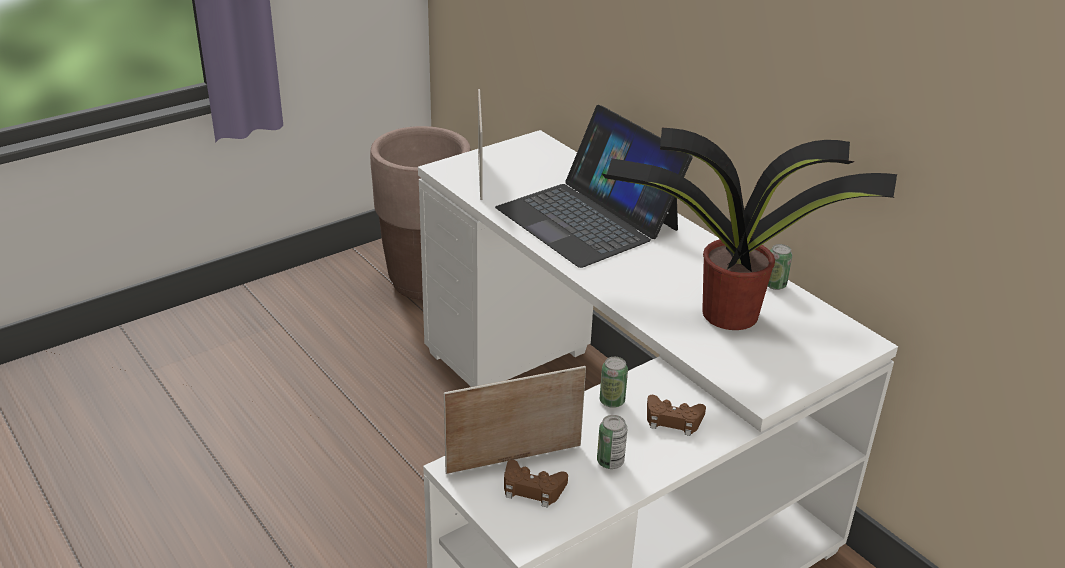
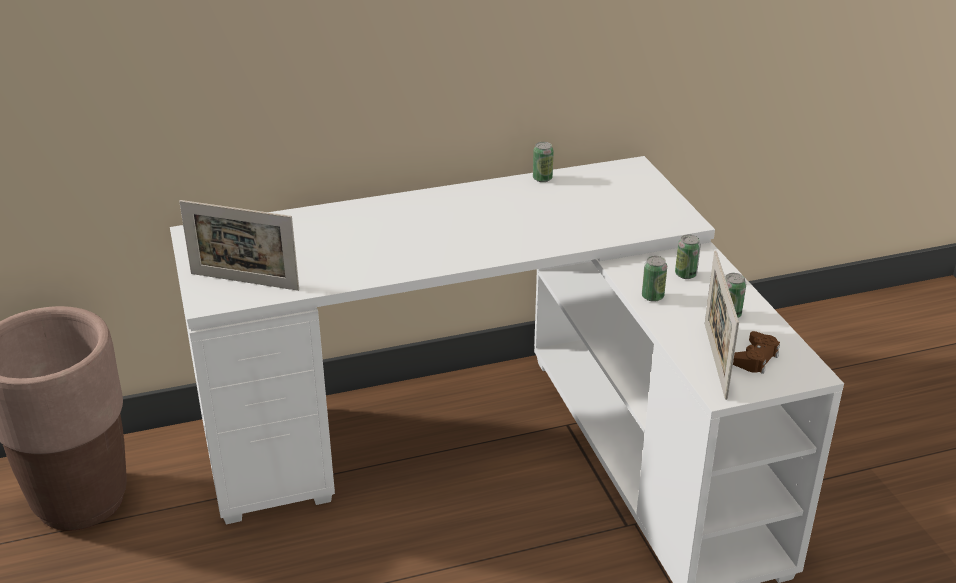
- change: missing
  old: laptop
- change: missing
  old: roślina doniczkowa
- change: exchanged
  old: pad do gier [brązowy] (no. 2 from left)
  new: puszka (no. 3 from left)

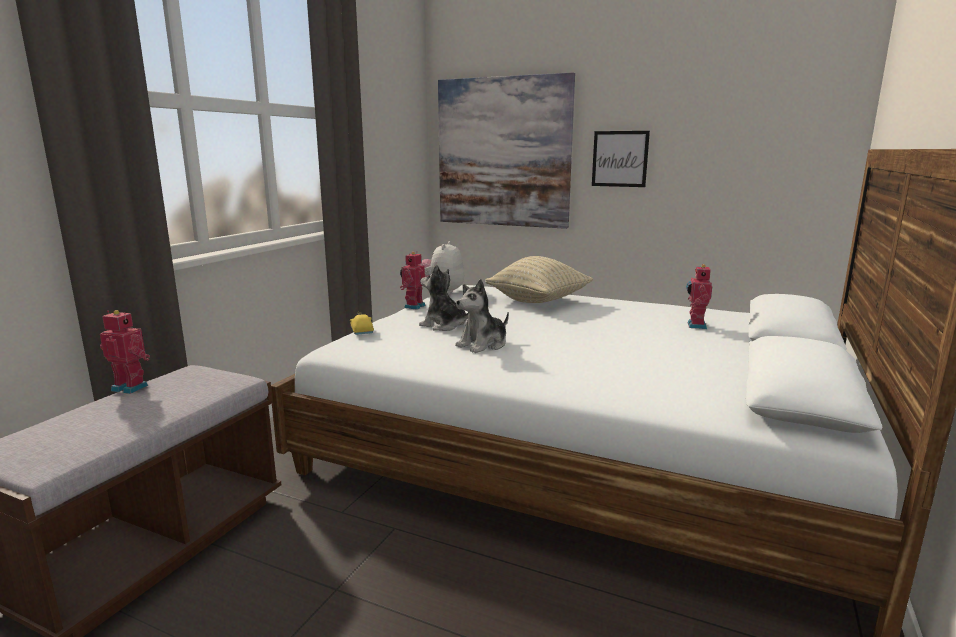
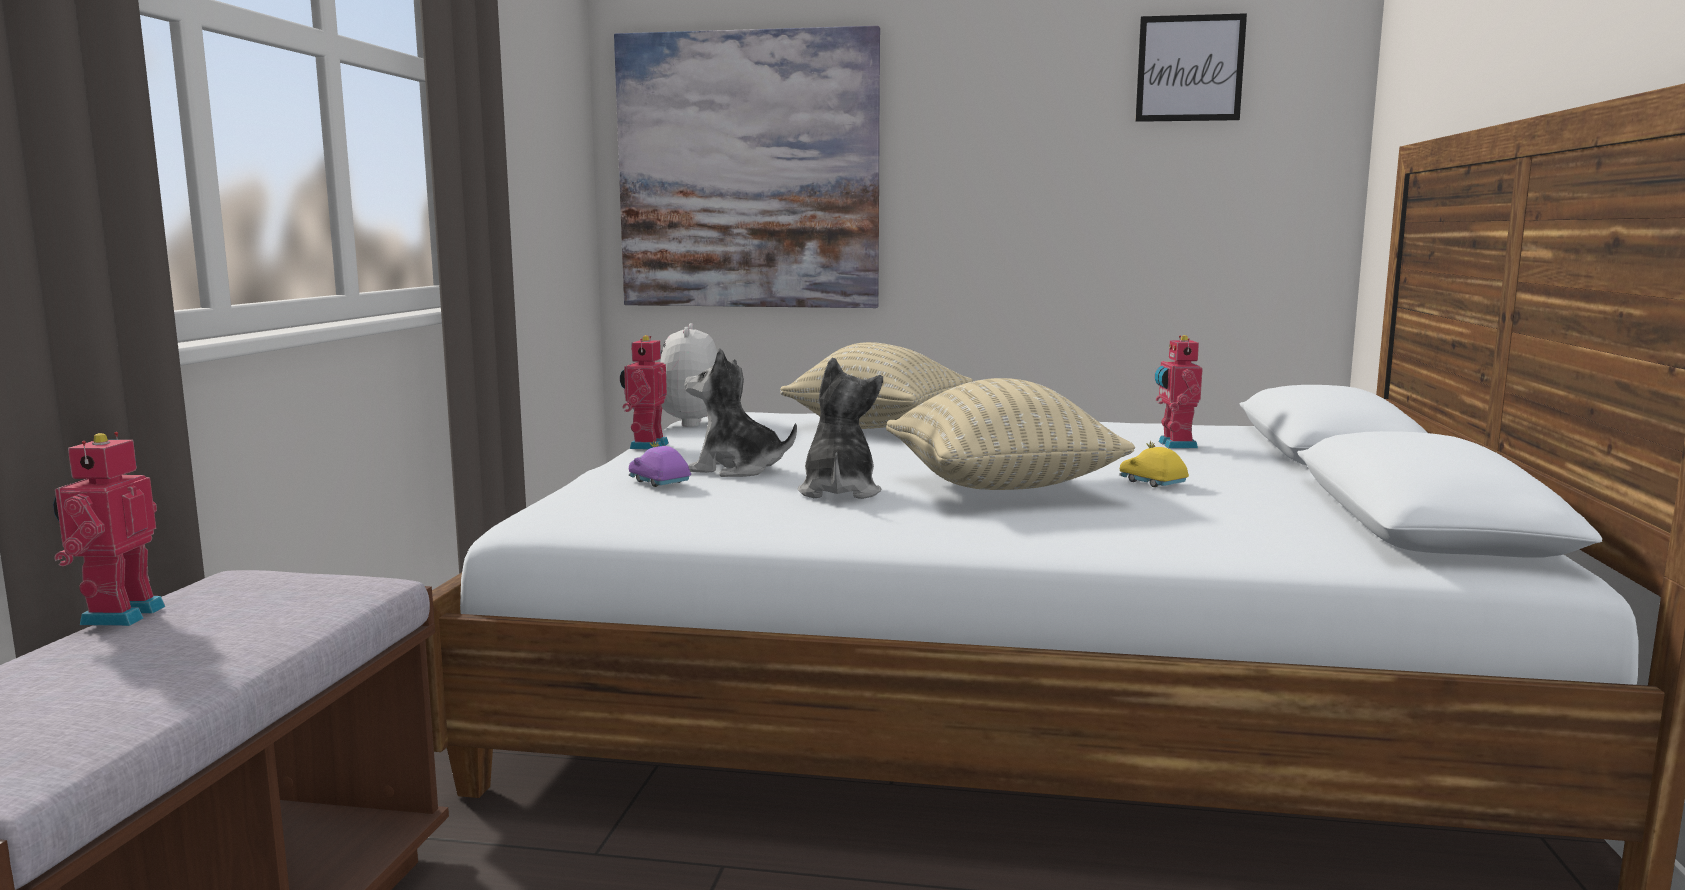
- change: spun
  old: robot zabawkowy (no. 1 from left)
  degrees: -90
- change: relocated
  old: samochodzik [żółty]
- change: spun
  old: pluszak (no. 3 from left)
  degrees: 150
- change: relocated
  old: obraz (no. 2 from left)
- change: appeared
  new: samochodzik [fioletowy]
- change: appeared
  new: poduszka [beżowy] (no. 2 from left)

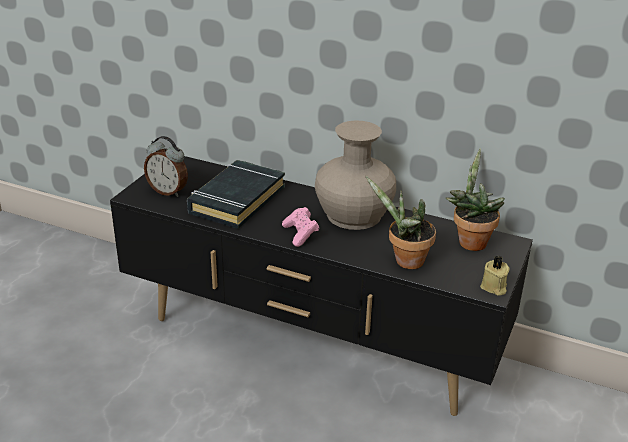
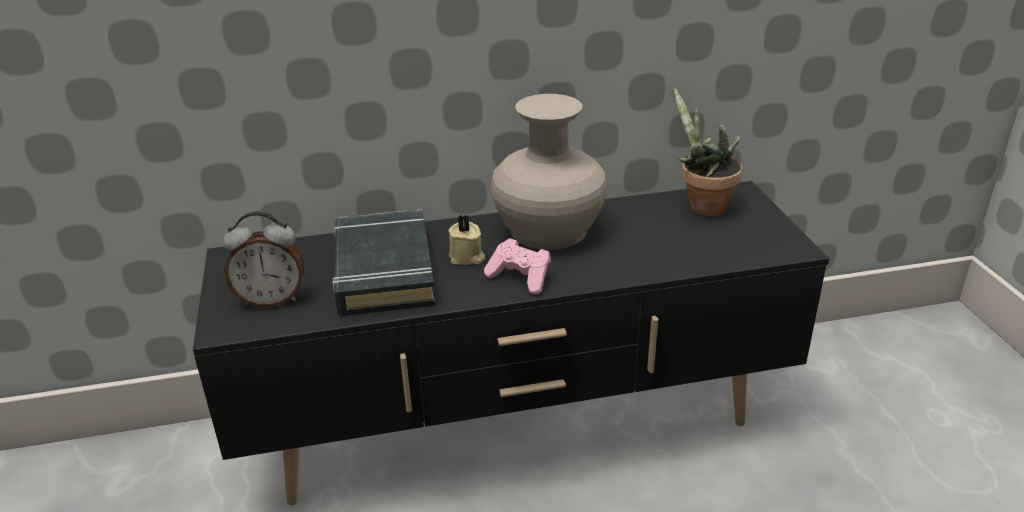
- change: missing
  old: roślina doniczkowa (no. 1 from left)
- change: relocated
  old: świeca [beżowy]

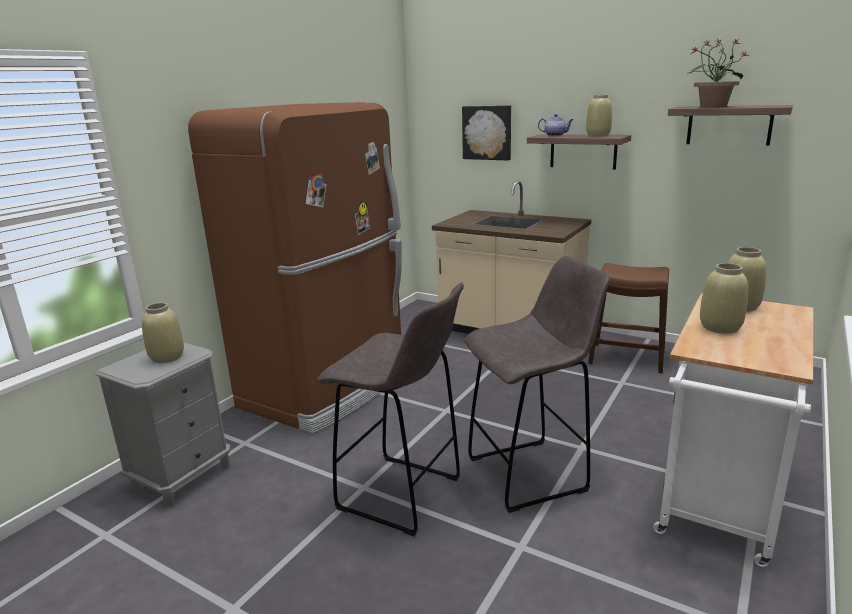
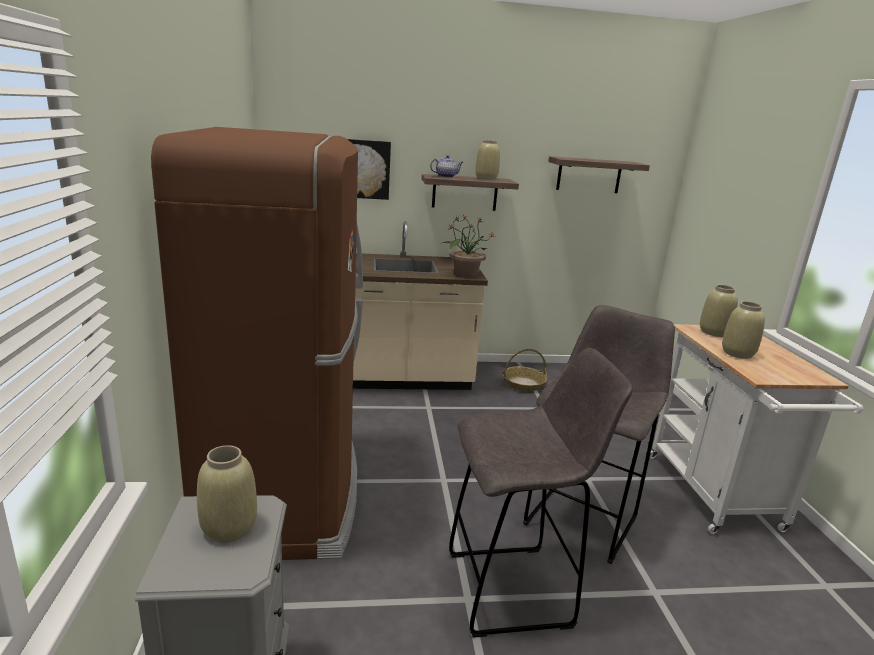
- change: exchanged
  old: stołek [brązowy]
  new: koszyk
- change: relocated
  old: roślina doniczkowa

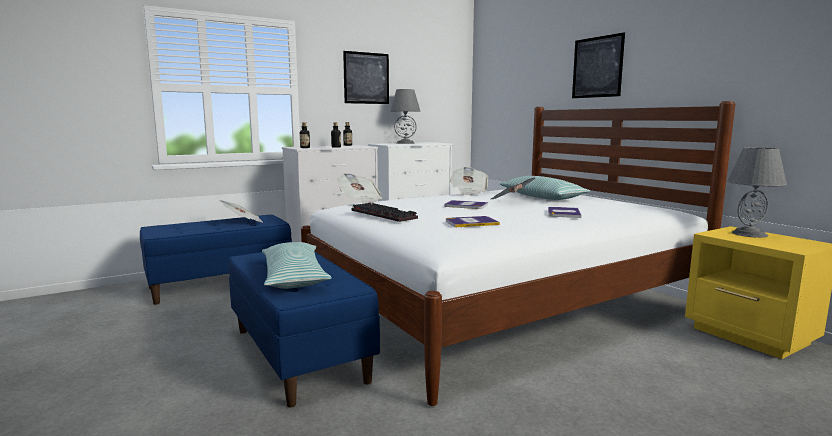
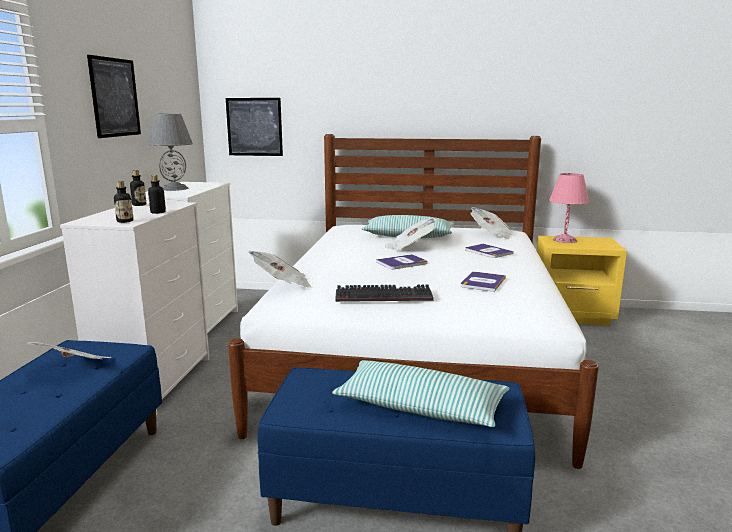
- change: relocated
  old: gazeta (no. 3 from left in the first image)
  new: gazeta (no. 4 from left)
- change: relocated
  old: obraz (no. 2 from left)
- change: colour
  old: lampa stołowa [szary] (no. 2 from left)
  new: lampa stołowa [różowy]

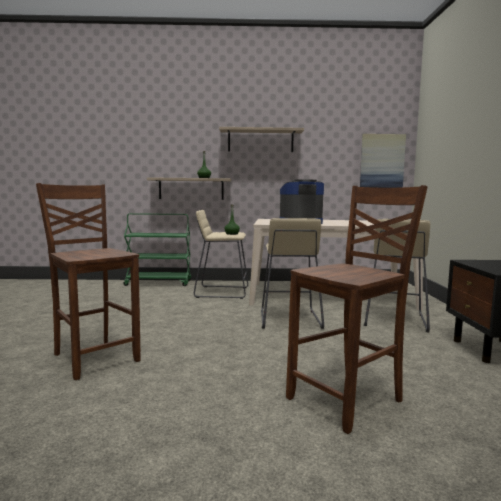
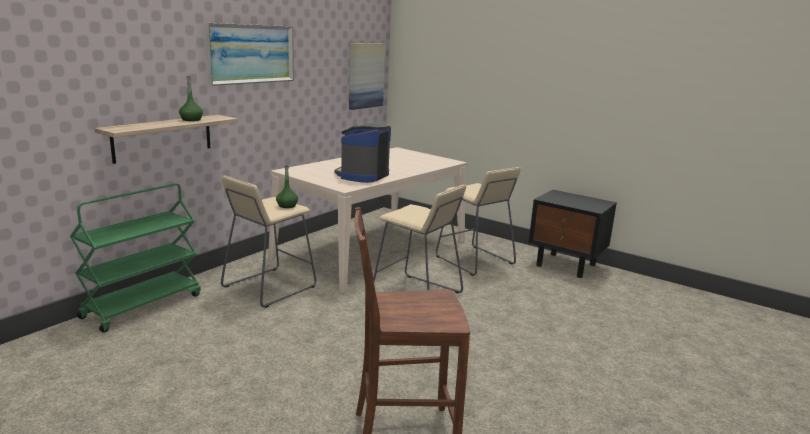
- change: exchanged
  old: półka (no. 2 from left)
  new: obraz (no. 1 from left)
- change: missing
  old: krzesło [brązowy] (no. 2 from left)

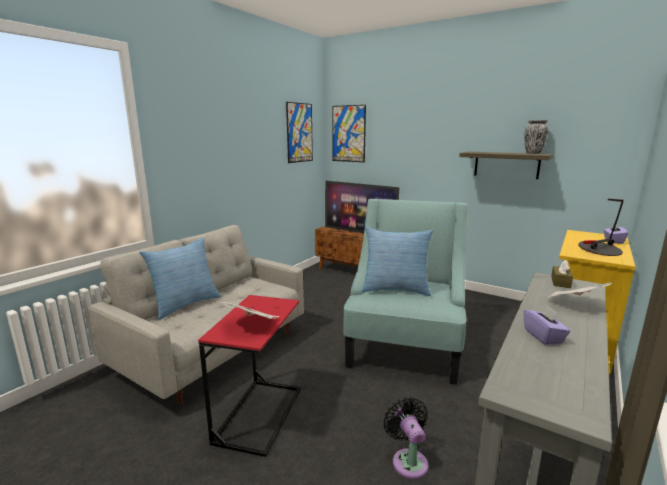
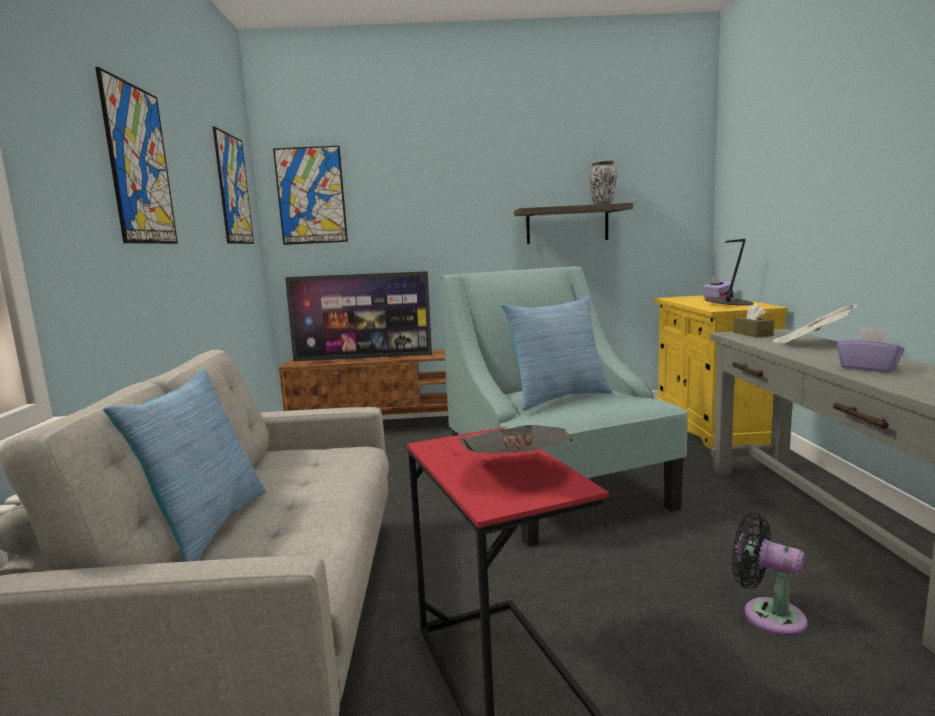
- change: appeared
  new: obraz (no. 1 from left)

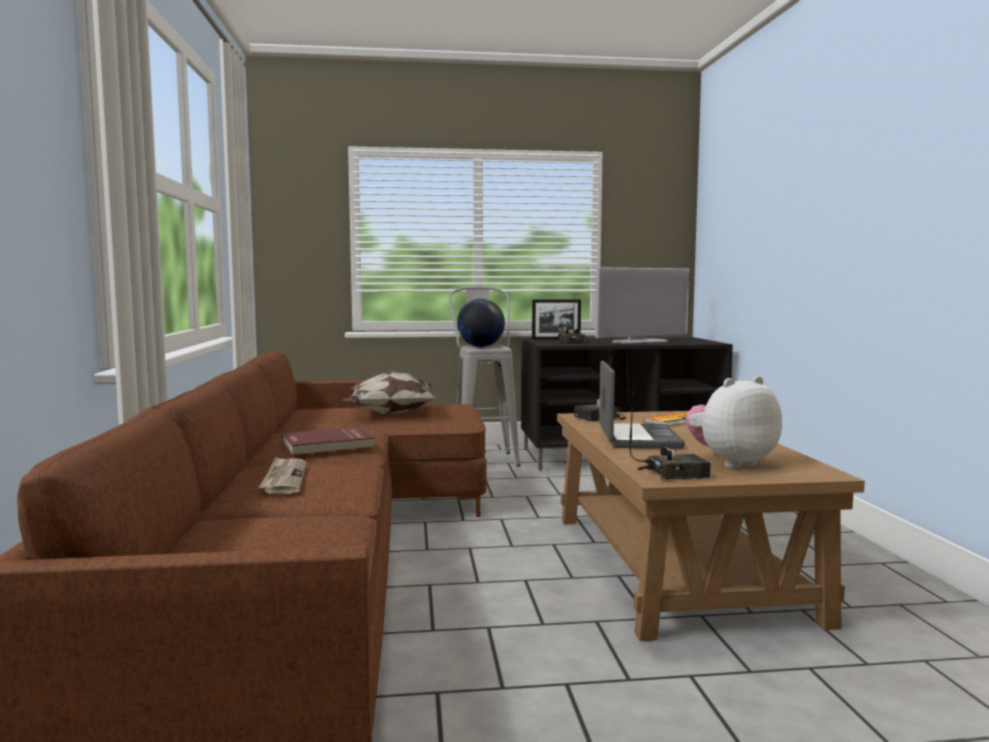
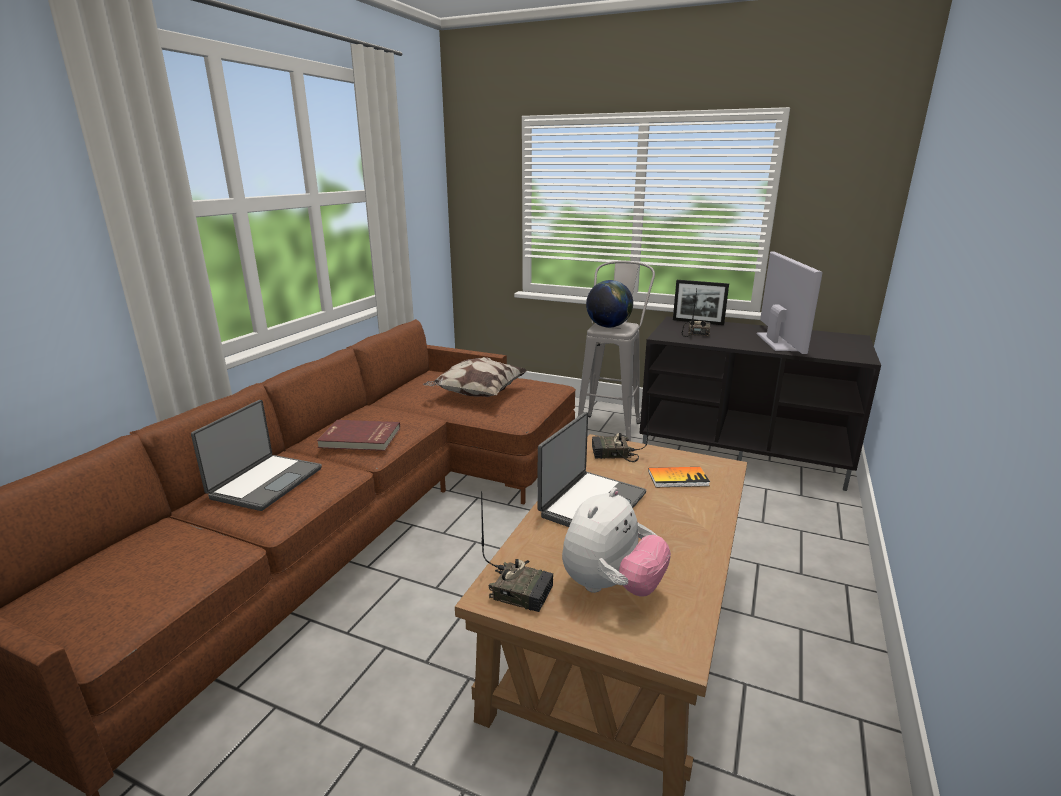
- change: exchanged
  old: gazeta
  new: laptop (no. 1 from left)
- change: spun
  old: telewizor
  degrees: -90
- change: spun
  old: pluszak
  degrees: 120

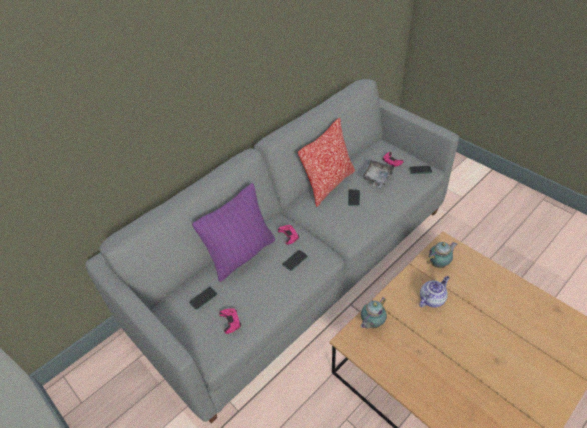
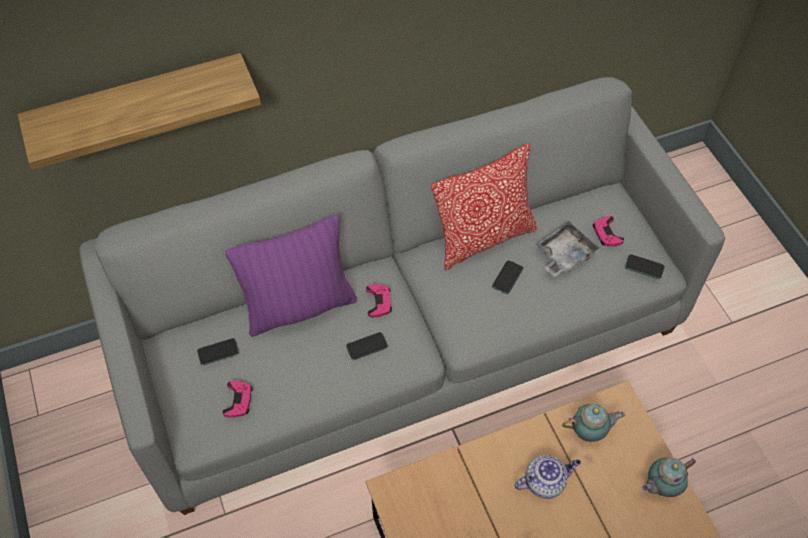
- change: relocated
  old: imbryk (no. 1 from left in the first image)
  new: imbryk (no. 3 from left)
- change: appeared
  new: półka

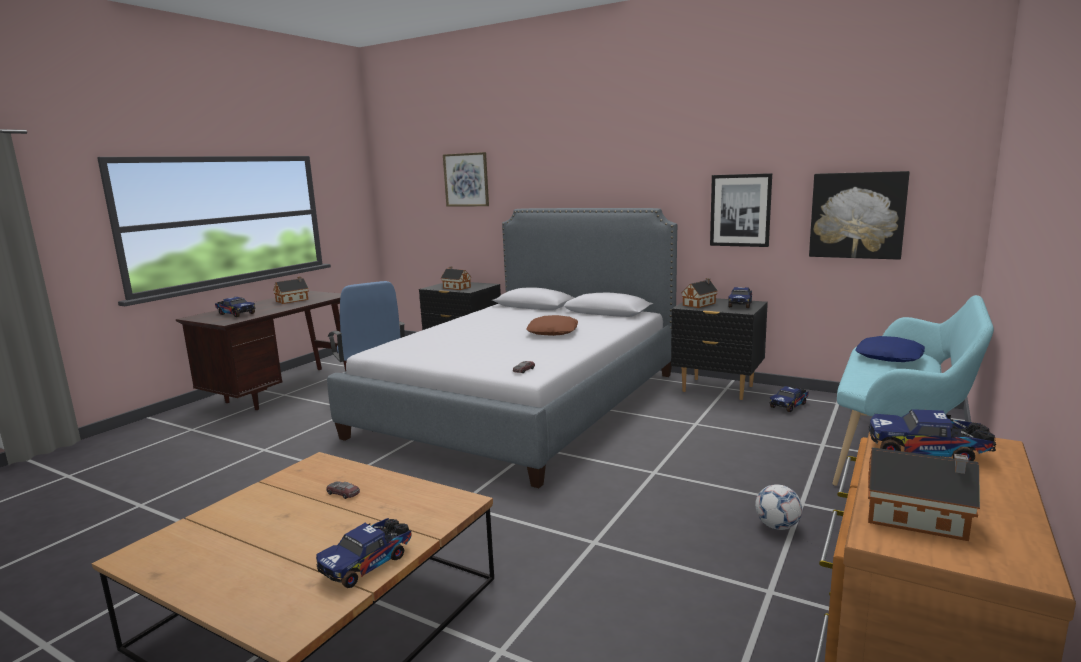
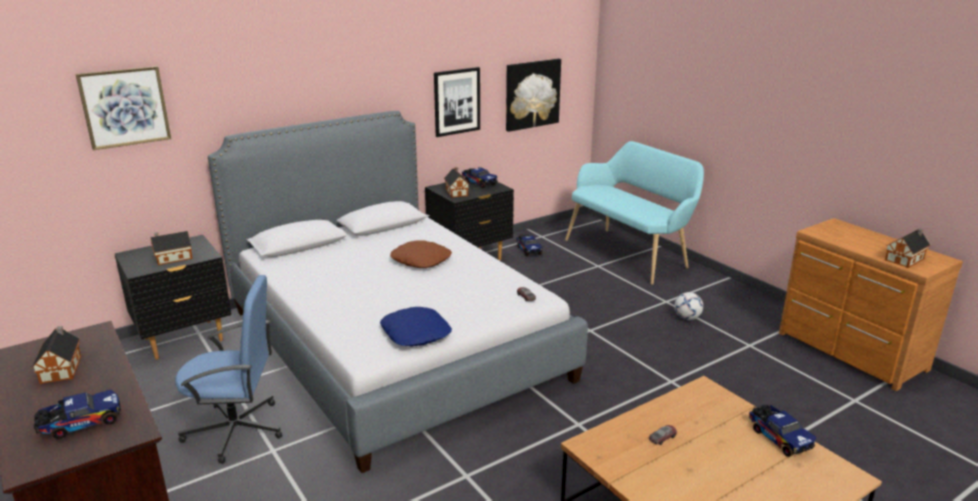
- change: relocated
  old: poduszka [niebieski]
- change: missing
  old: ciężarówka zabawkowa (no. 5 from left)

